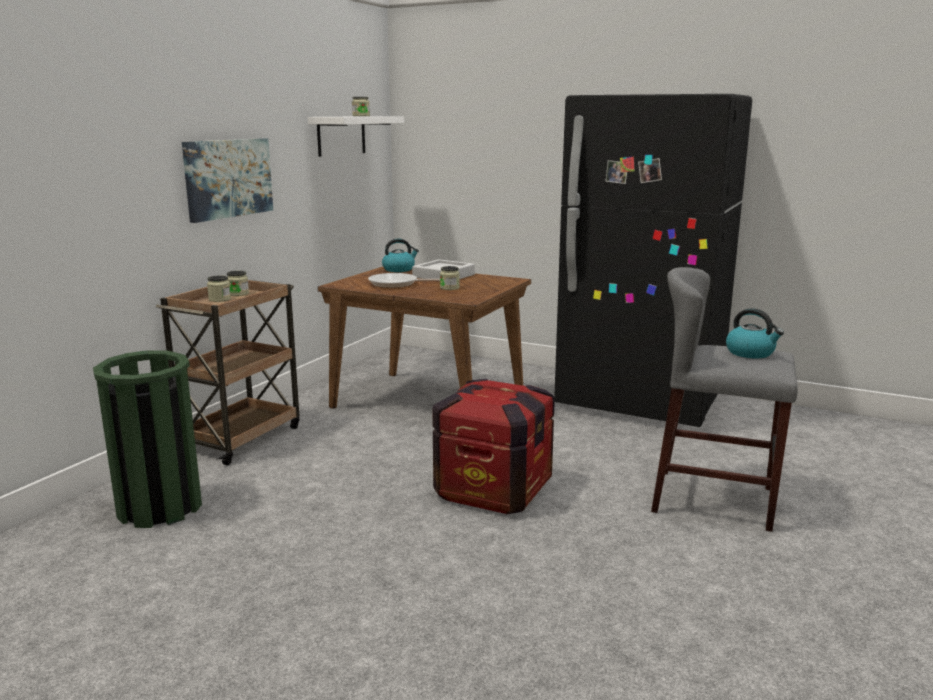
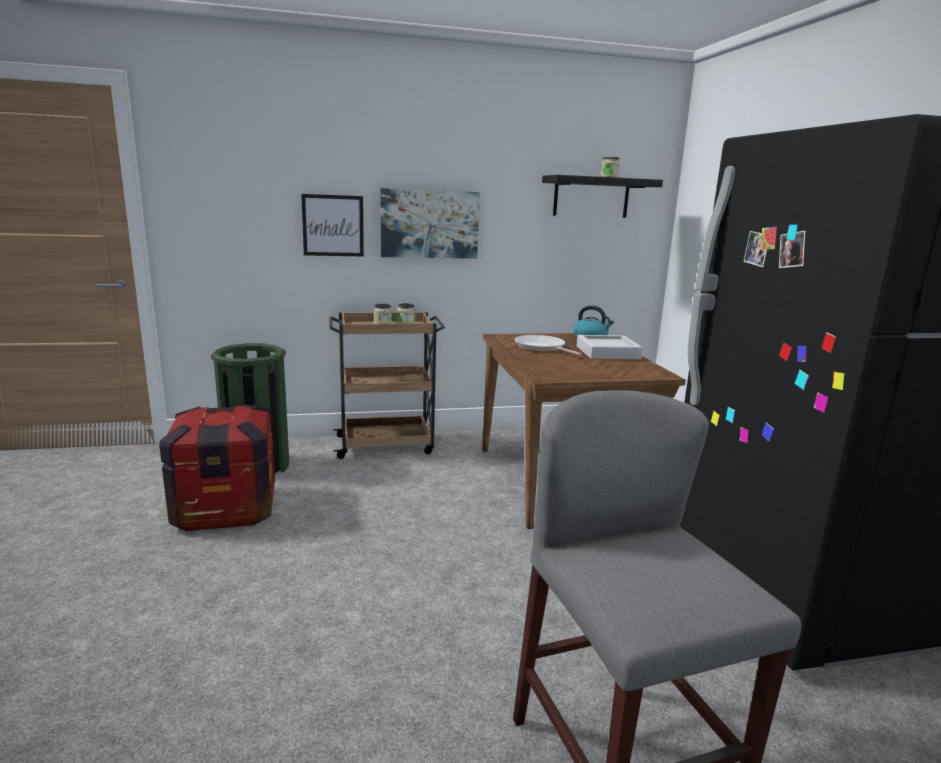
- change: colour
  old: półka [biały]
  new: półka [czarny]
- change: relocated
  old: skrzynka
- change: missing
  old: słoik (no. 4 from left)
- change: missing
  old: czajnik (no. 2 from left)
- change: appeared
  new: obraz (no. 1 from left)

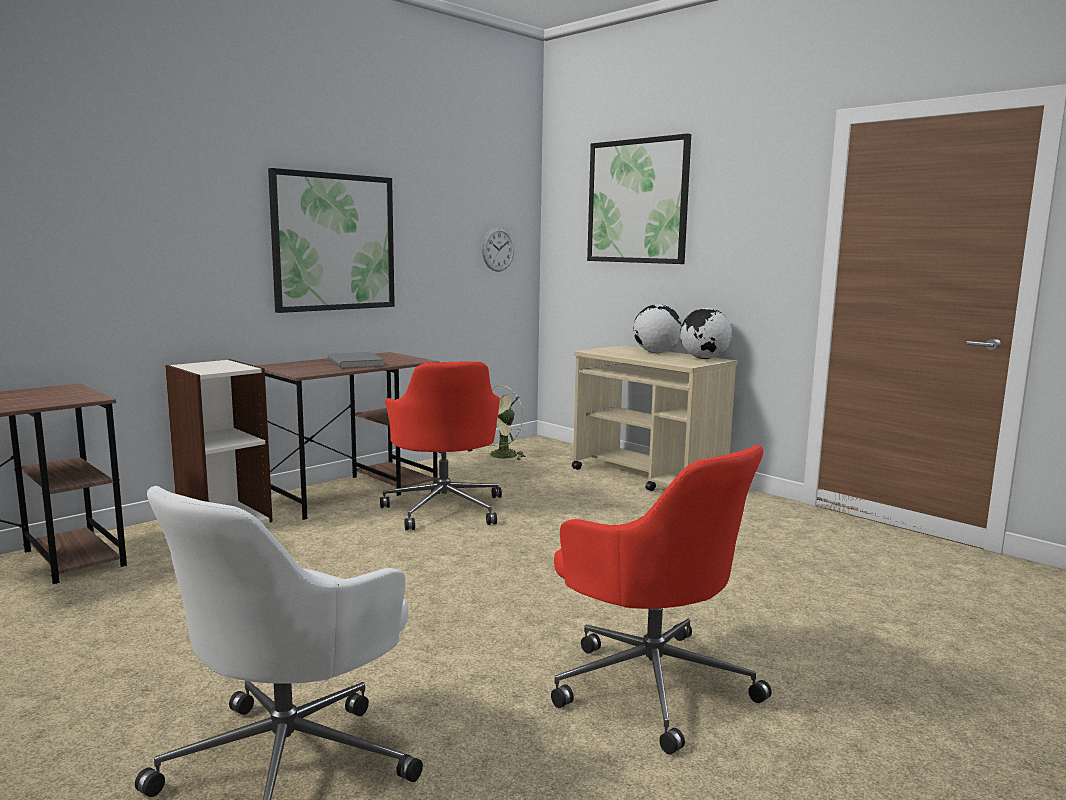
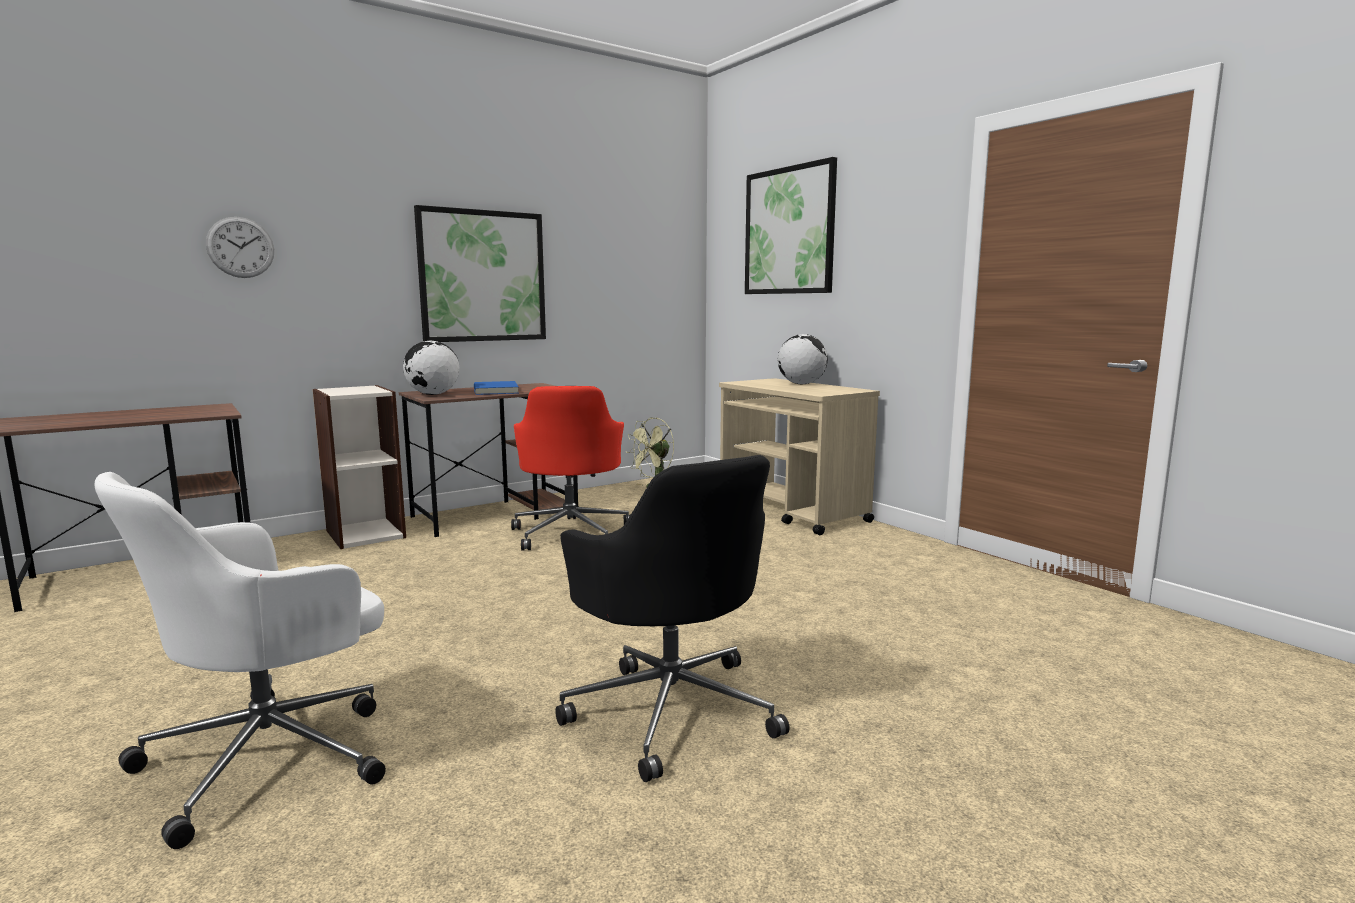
- change: colour
  old: książka [szary]
  new: książka [niebieski]
- change: relocated
  old: zegar ścienny
- change: colour
  old: krzesło biurowe [czerwony] (no. 2 from left)
  new: krzesło biurowe [czarny]
- change: relocated
  old: globus (no. 2 from left in the first image)
  new: globus (no. 1 from left)

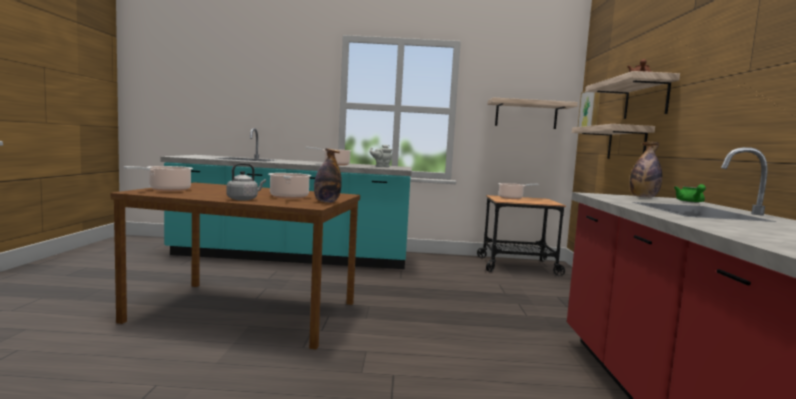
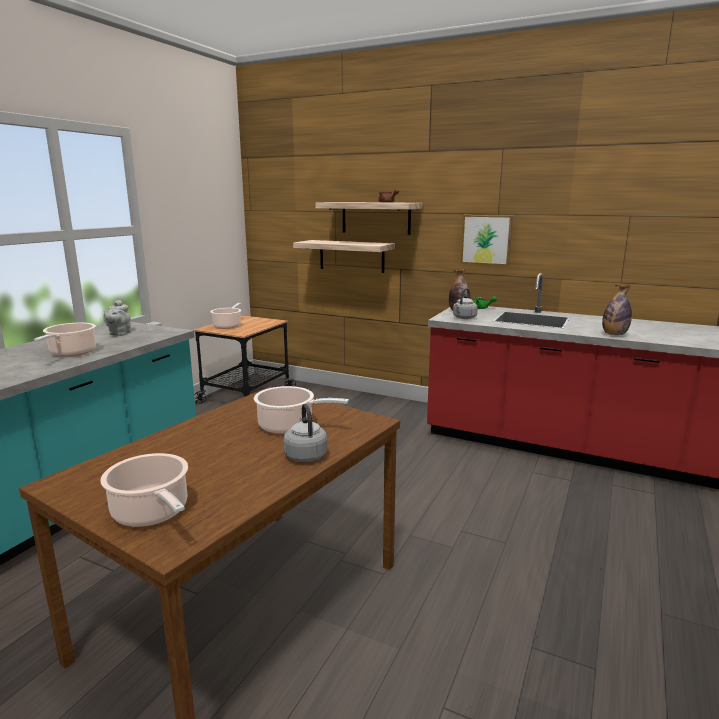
- change: relocated
  old: butelka (no. 1 from left in the first image)
  new: butelka (no. 2 from left)
- change: missing
  old: półka (no. 1 from left)
- change: relocated
  old: obraz
- change: appeared
  new: czajnik [szary] (no. 2 from left)

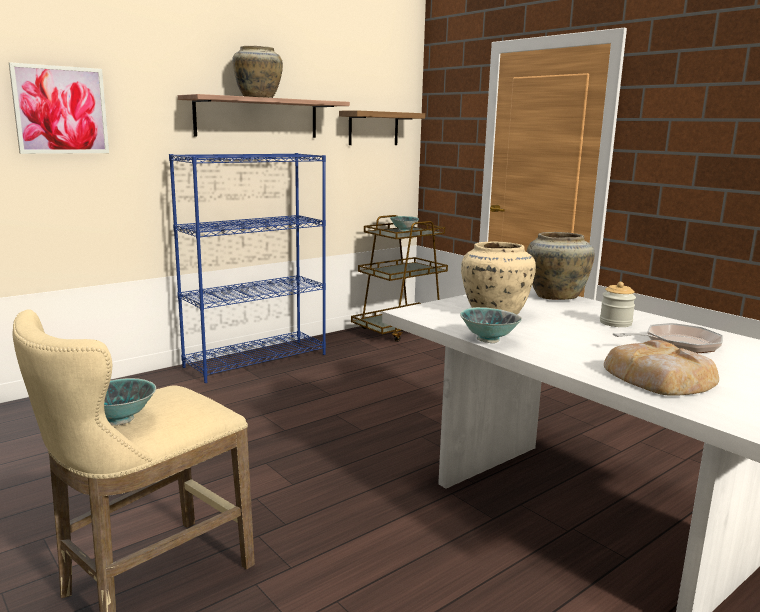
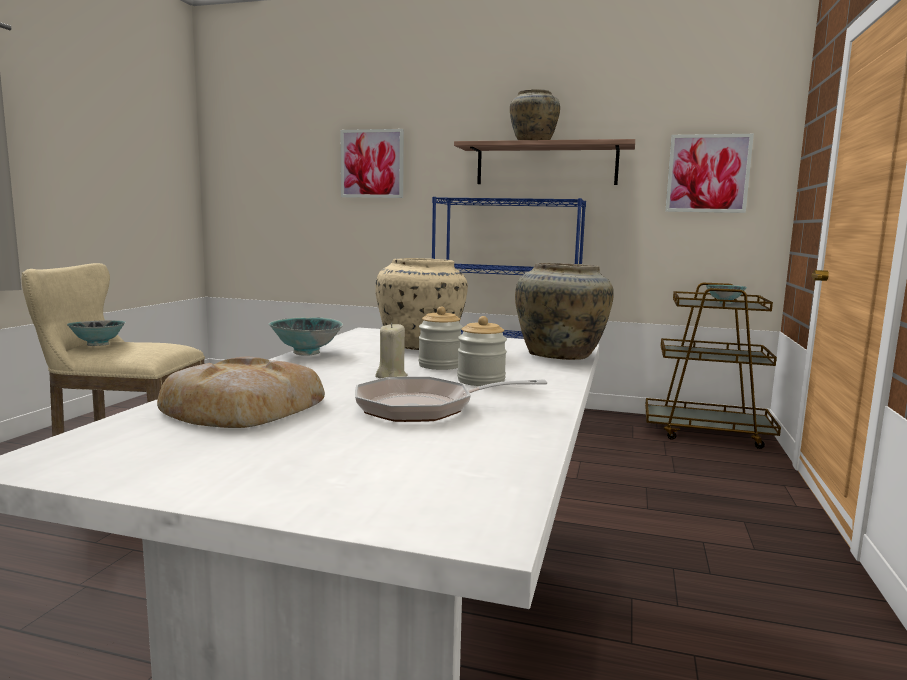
- change: exchanged
  old: półka (no. 2 from left)
  new: obraz (no. 2 from left)
- change: spun
  old: patelnia
  degrees: 135
- change: appeared
  new: świeca [beżowy]
- change: appeared
  new: słoik (no. 1 from left)

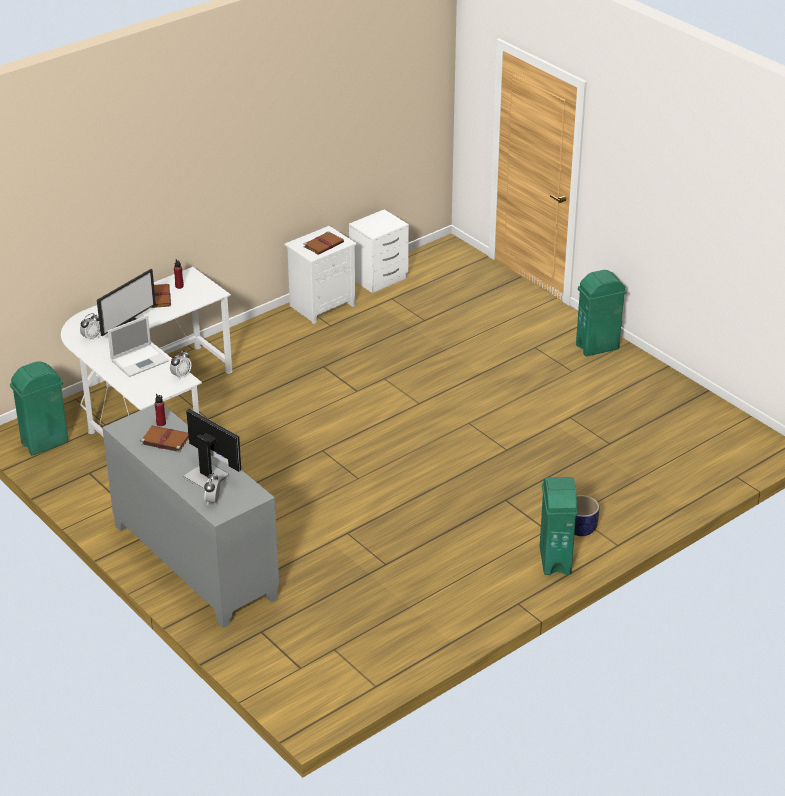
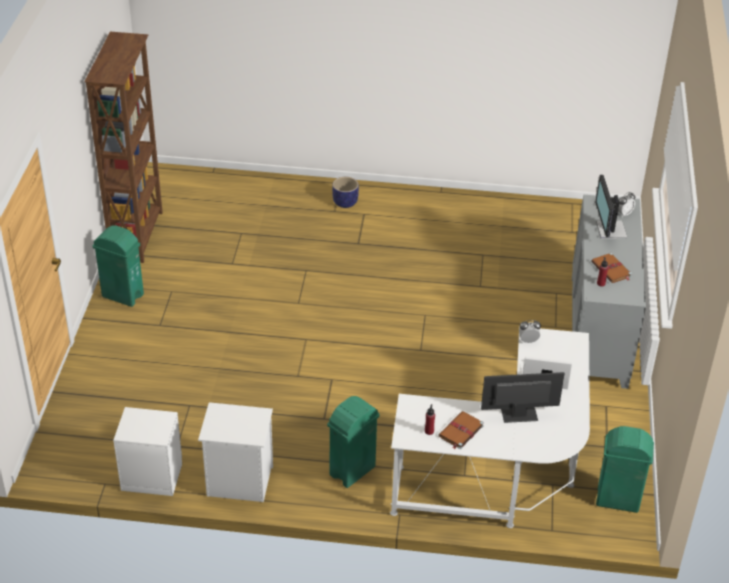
- change: missing
  old: budzik (no. 1 from left)
- change: missing
  old: książka [brązowy] (no. 3 from left)
- change: relocated
  old: kosz na śmieci [zielony] (no. 2 from left)
- change: appeared
  new: regał [brązowy]

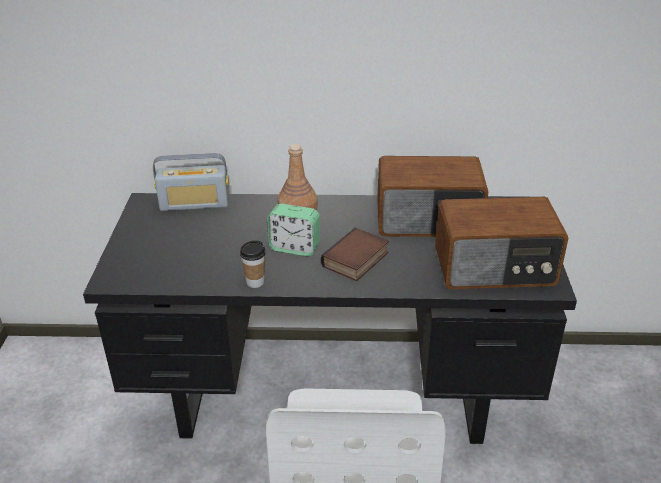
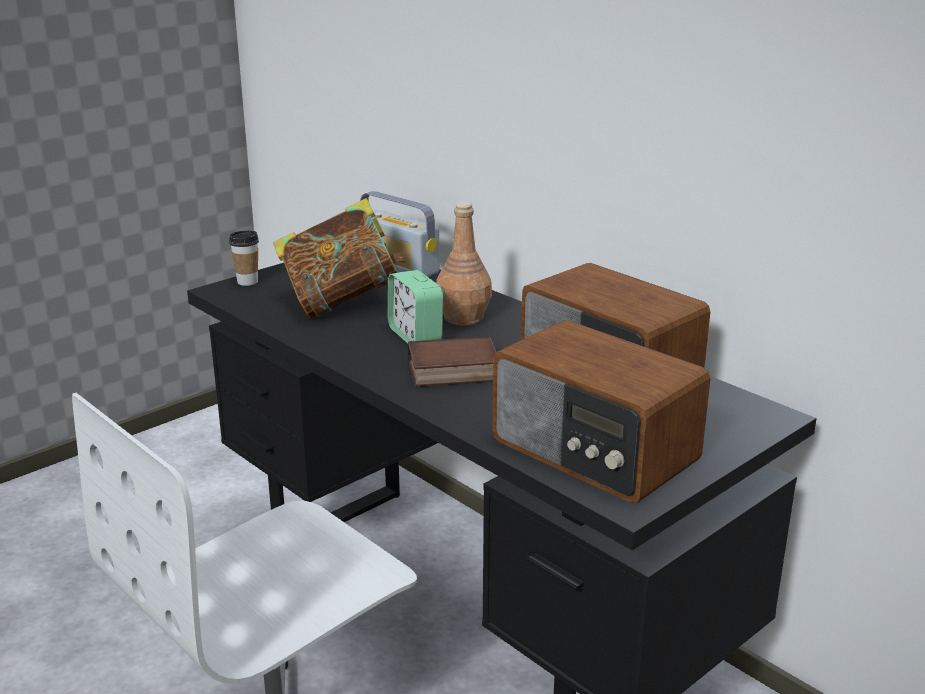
- change: relocated
  old: filiżanka
- change: appeared
  new: książka (no. 1 from left)

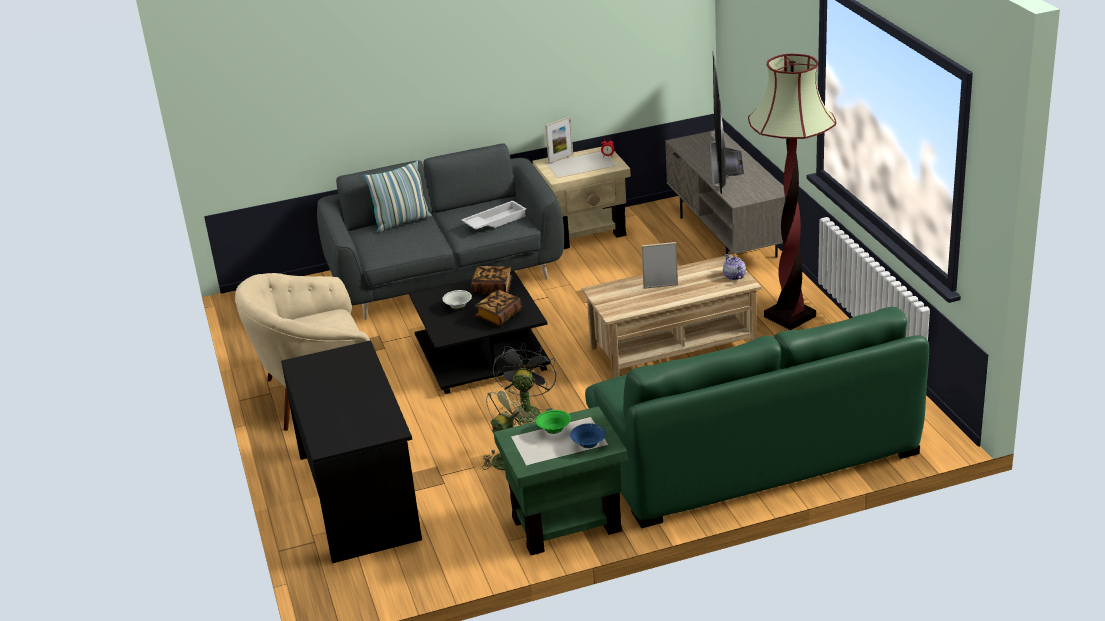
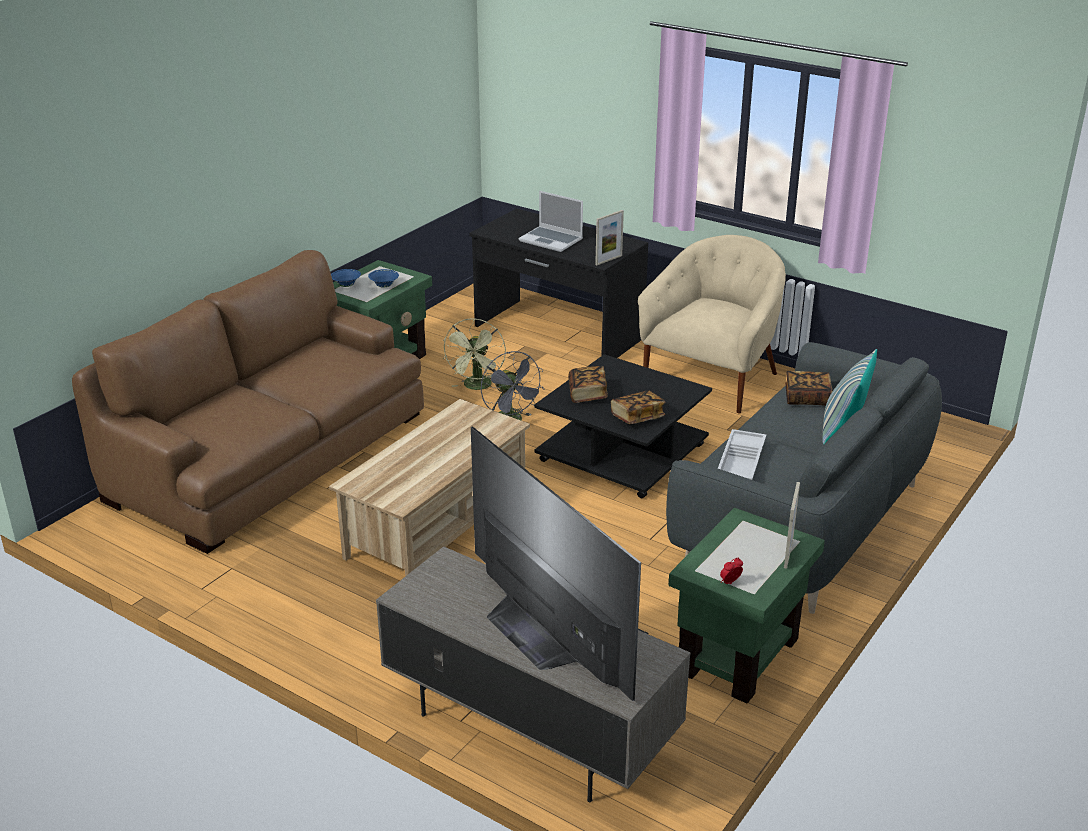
- change: missing
  old: miska [biały]
- change: colour
  old: stolik [beżowy]
  new: stolik [zielony] (no. 2 from left)
- change: colour
  old: miska [zielony]
  new: miska [niebieski] (no. 2 from left)
- change: colour
  old: kanapa [zielony]
  new: kanapa [brązowy]
- change: relocated
  old: ramka na zdjęcie (no. 2 from left in the first image)
  new: ramka na zdjęcie (no. 1 from left)
- change: missing
  old: imbryk
- change: missing
  old: lampa stojąca
- change: appeared
  new: laptop
- change: appeared
  new: książka (no. 3 from left)

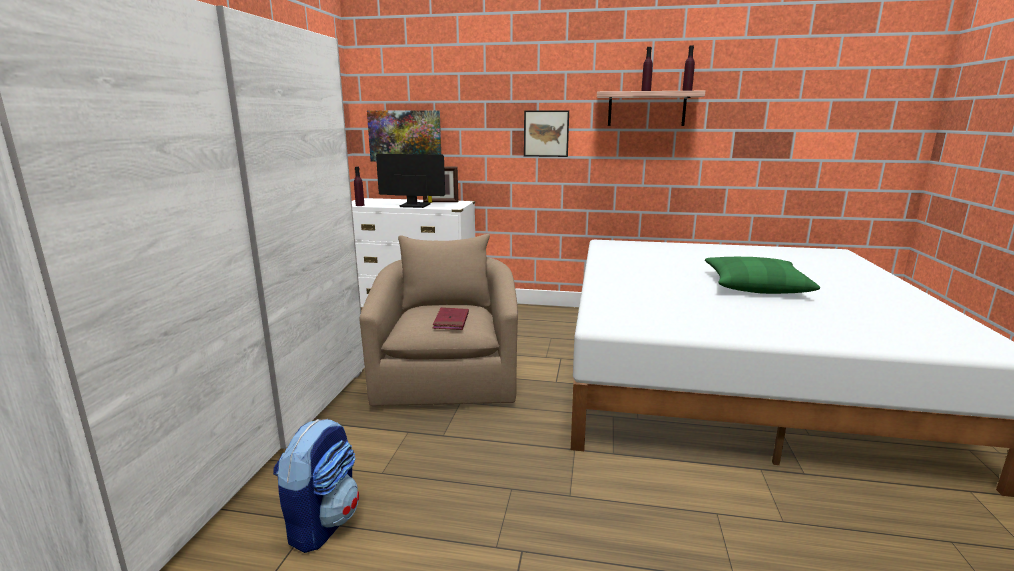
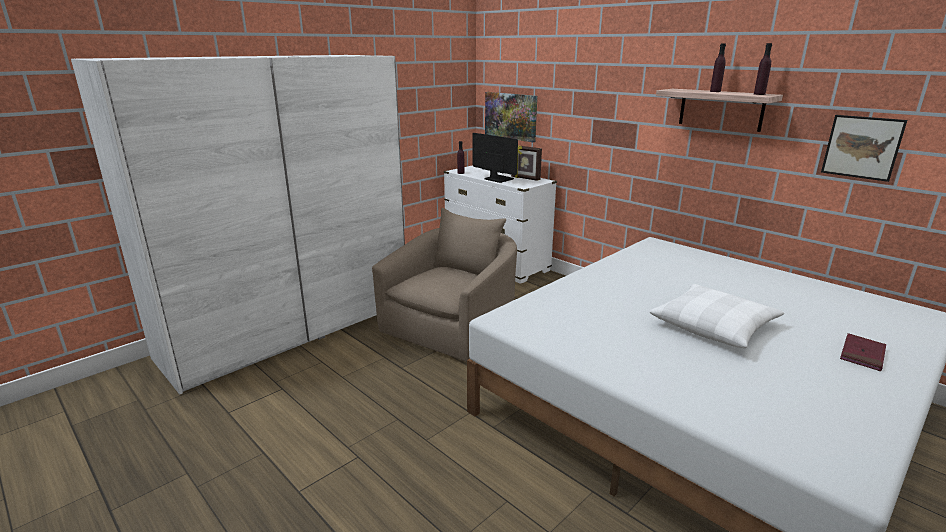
- change: missing
  old: plecak
- change: relocated
  old: książka [czerwony]
- change: relocated
  old: obraz (no. 2 from left)
- change: colour
  old: poduszka [zielony]
  new: poduszka [biały]

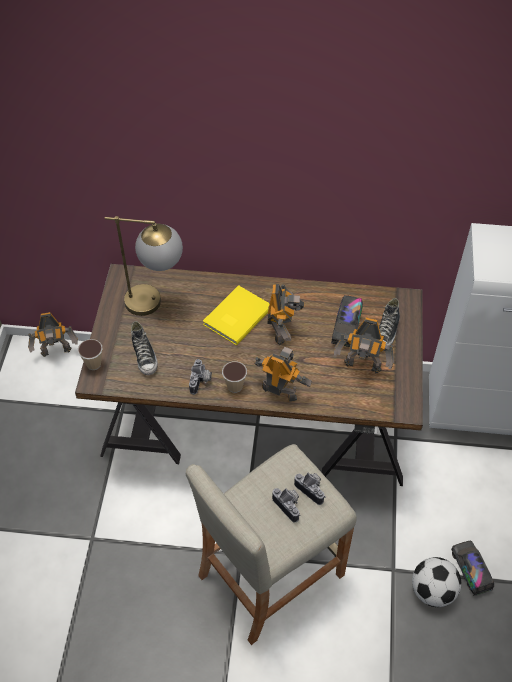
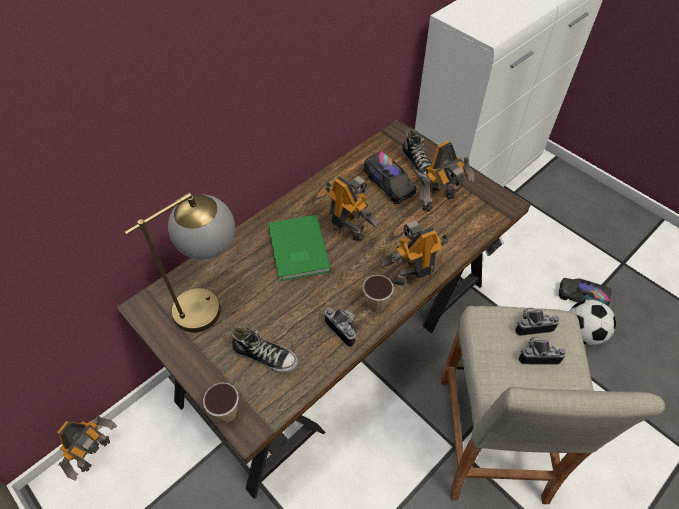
- change: colour
  old: książka [żółty]
  new: książka [zielony]

